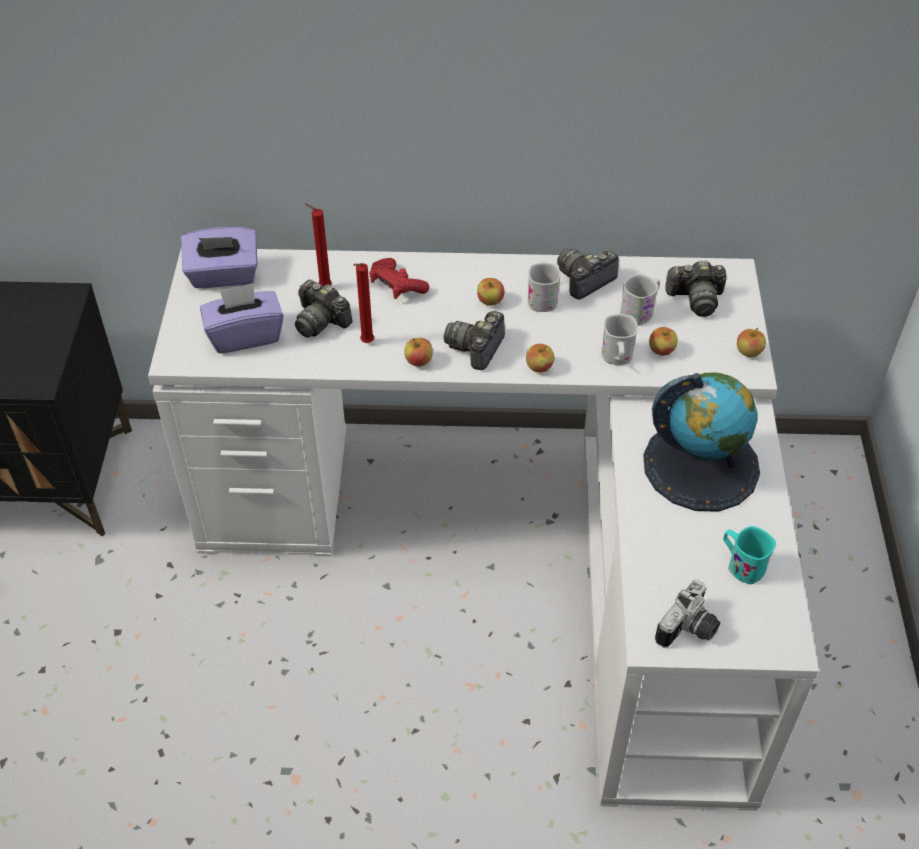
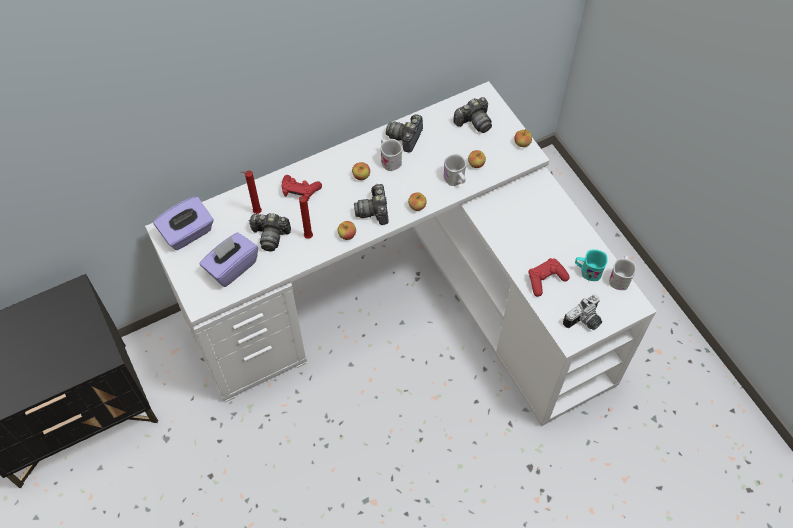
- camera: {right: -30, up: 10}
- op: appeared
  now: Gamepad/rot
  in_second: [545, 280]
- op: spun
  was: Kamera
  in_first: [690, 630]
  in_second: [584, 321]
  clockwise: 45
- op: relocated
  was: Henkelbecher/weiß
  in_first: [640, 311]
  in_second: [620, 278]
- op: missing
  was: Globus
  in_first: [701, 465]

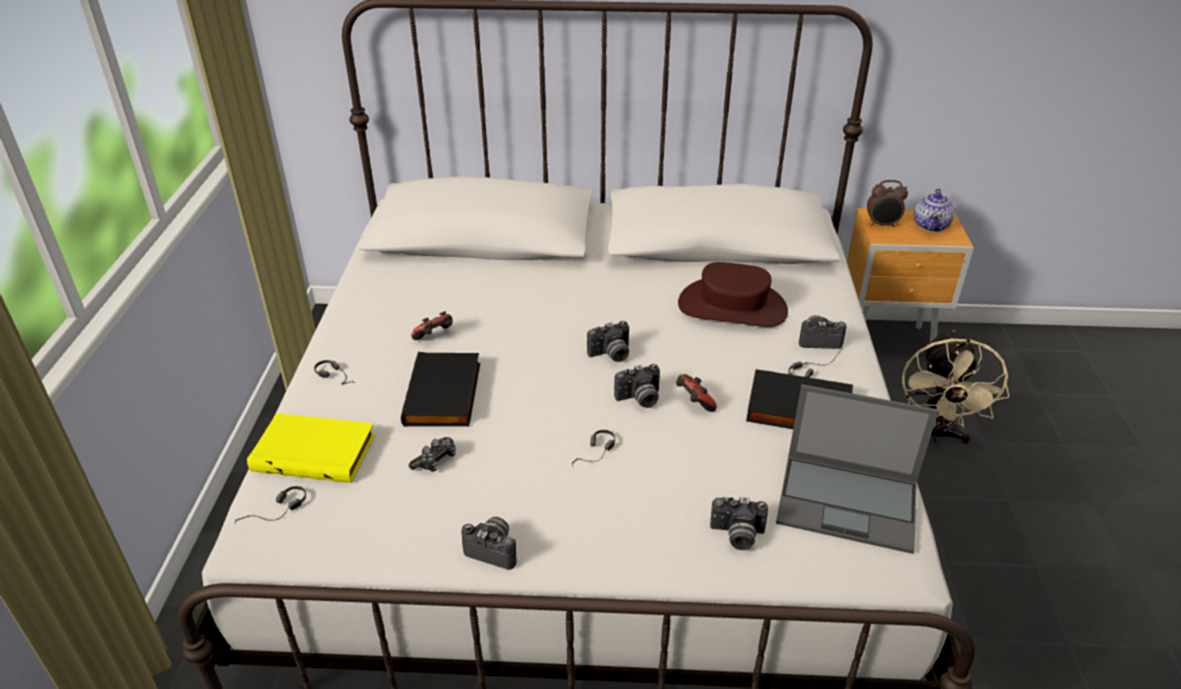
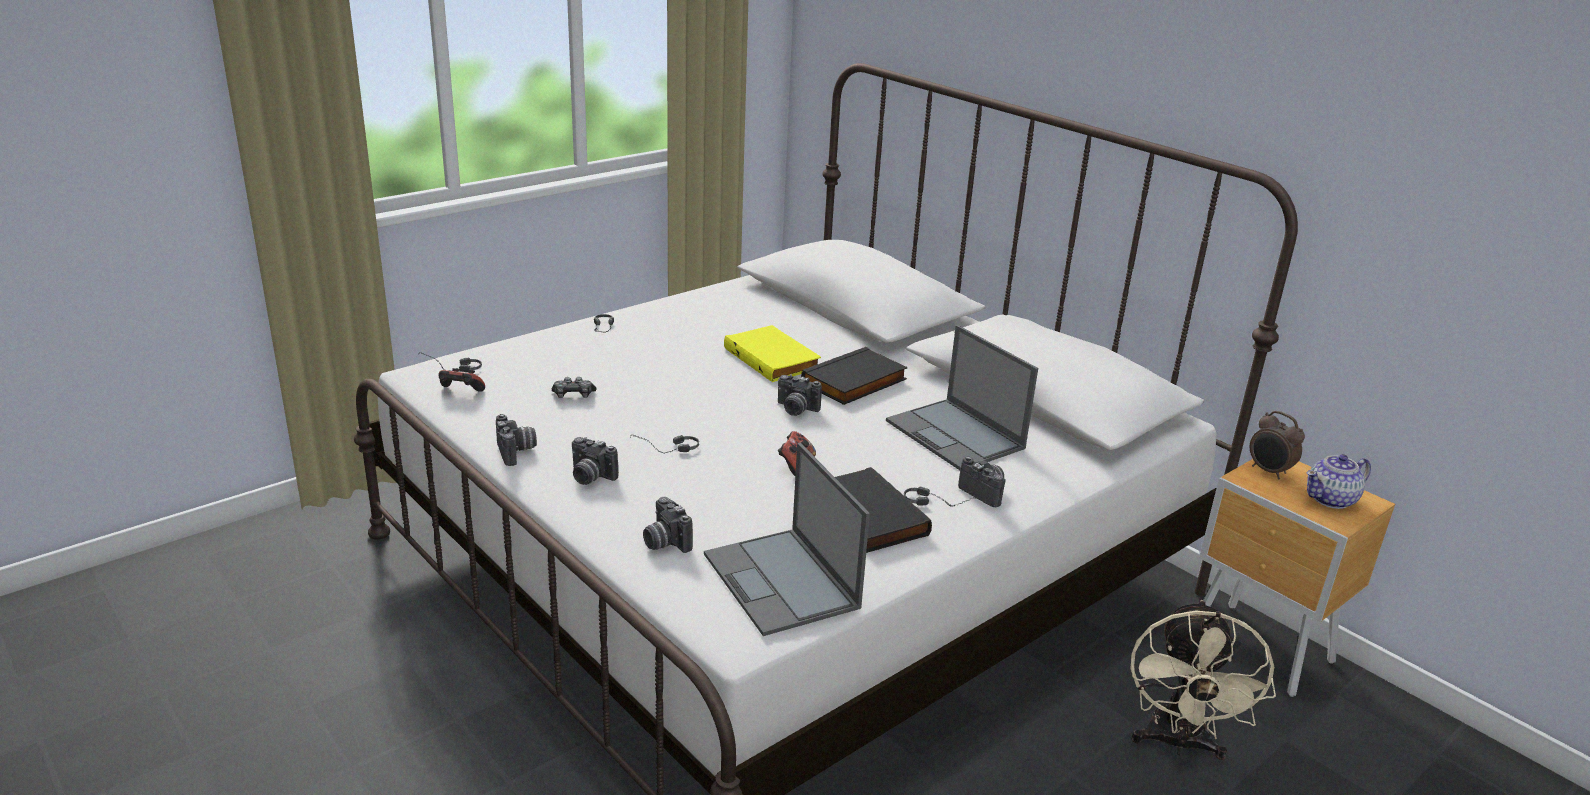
- camera: {right: 45, up: -10}
- op: relocated
  was: Gamepad
  in_first: [435, 337]
  in_second: [460, 393]
- op: relocated
  was: Kamera
  in_first: [639, 399]
  in_second: [589, 477]
- op: relocated
  was: Buch/gelb
  in_first: [316, 451]
  in_second: [773, 358]
- op: relocated
  was: Buch/schwarz
  in_first: [445, 394]
  in_second: [855, 382]
- op: exchanged
  was: Hut/braun
  now: Laptop
  in_first: [732, 307]
  in_second: [956, 435]
- op: spun
  was: Ventilator/beige
  in_first: [934, 434]
  in_second: [1177, 743]
  clockwise: -45

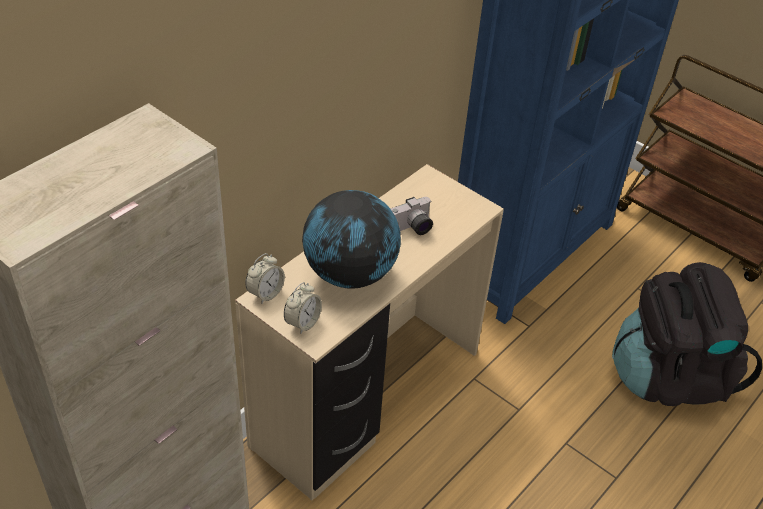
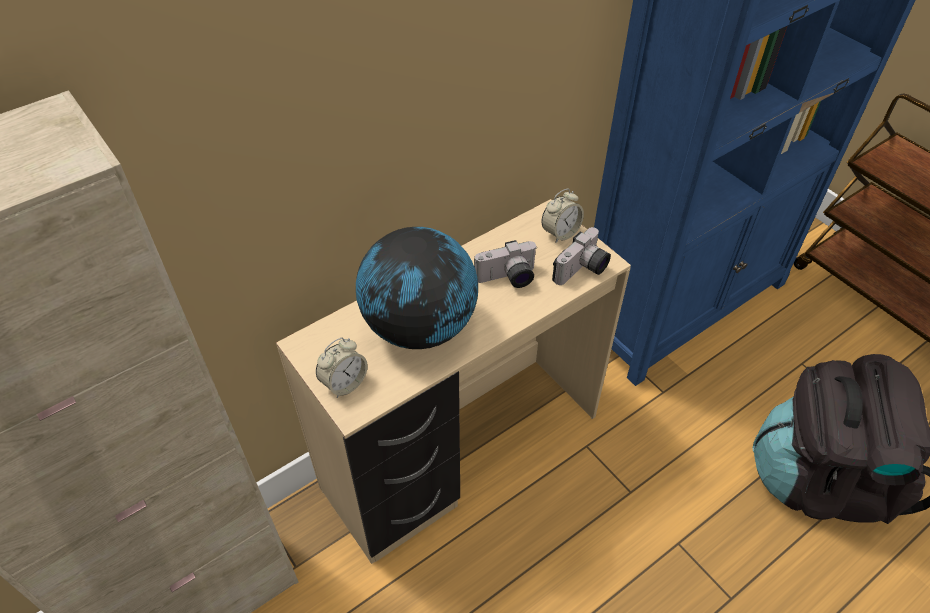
- camera: {right: 15, up: 5}
- op: relocated
  was: Wecker
  in_first: [265, 293]
  in_second: [560, 233]
- op: appeared
  now: Kamera
  in_second: [582, 271]

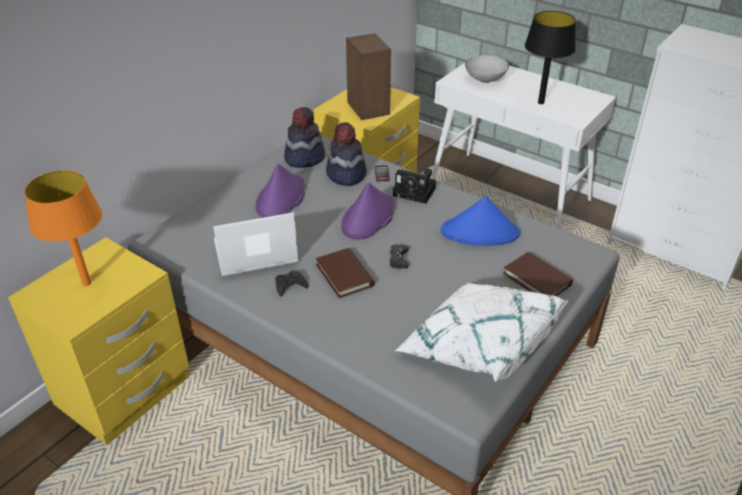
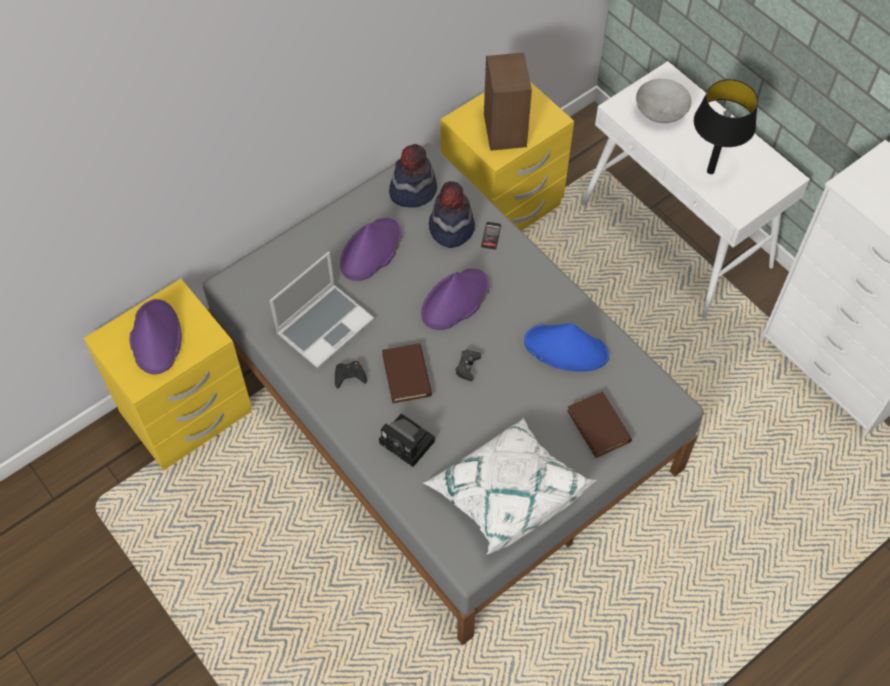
- camera: {right: 15, up: 20}
- op: exchanged
  was: Tischlampe/orange
  now: Hut/lila
  in_first: [86, 283]
  in_second: [155, 337]
- op: spun
  was: Laptop
  in_first: [254, 254]
  in_second: [325, 325]
  clockwise: 135
- op: relocated
  was: Kamera
  in_first: [416, 192]
  in_second: [409, 443]

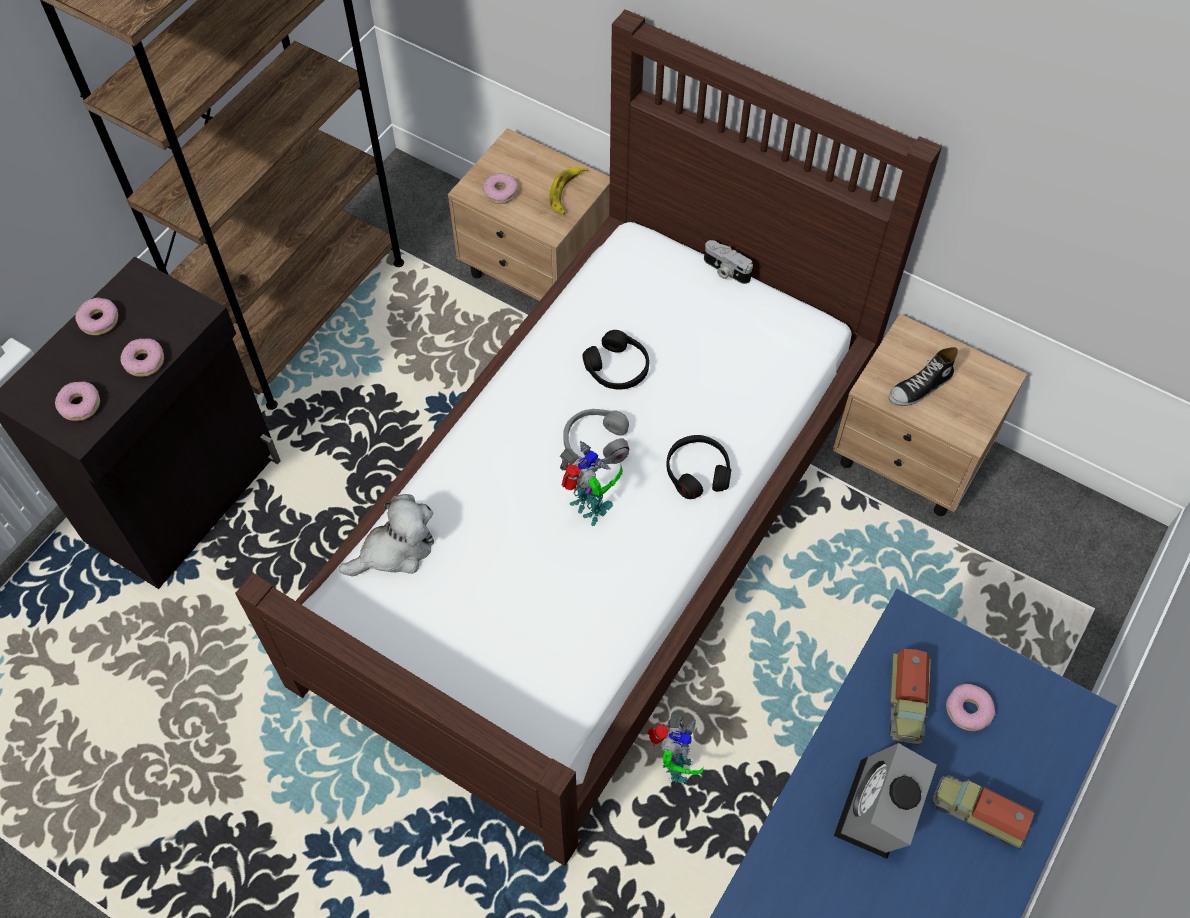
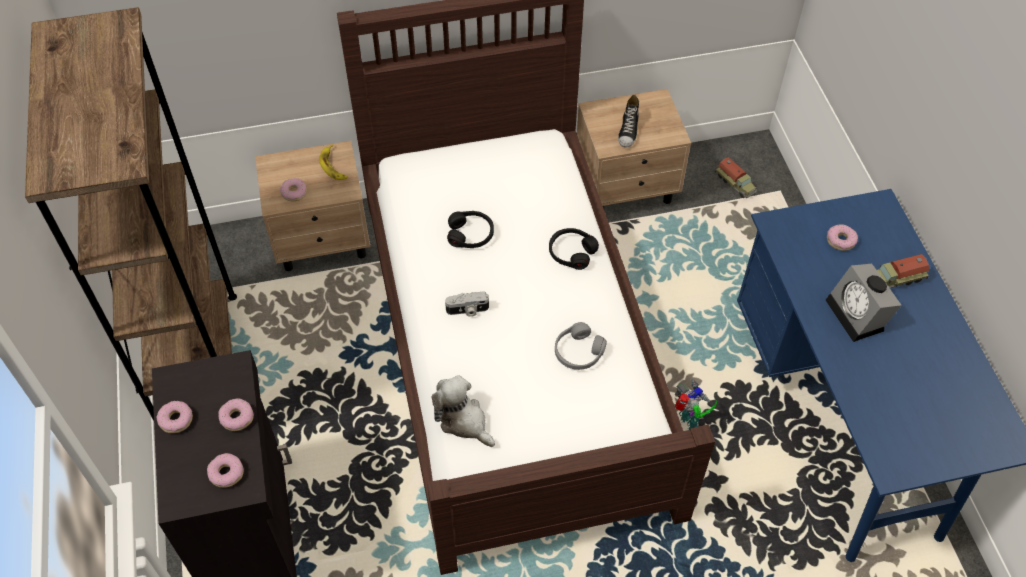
- camera: {right: -45, up: -5}
- op: spun
  was: Plüschtier
  in_first: [395, 550]
  in_second: [463, 420]
  clockwise: -60
- op: relocated
  was: Kamera
  in_first: [725, 271]
  in_second: [467, 310]
- op: relocated
  was: Kopfhörer/grau
  in_first: [596, 443]
  in_second: [578, 352]
- op: relocated
  was: Spielzeuglaster
  in_first: [906, 702]
  in_second: [735, 184]
- op: missing
  was: Spielzeugroboter
  in_first: [589, 510]

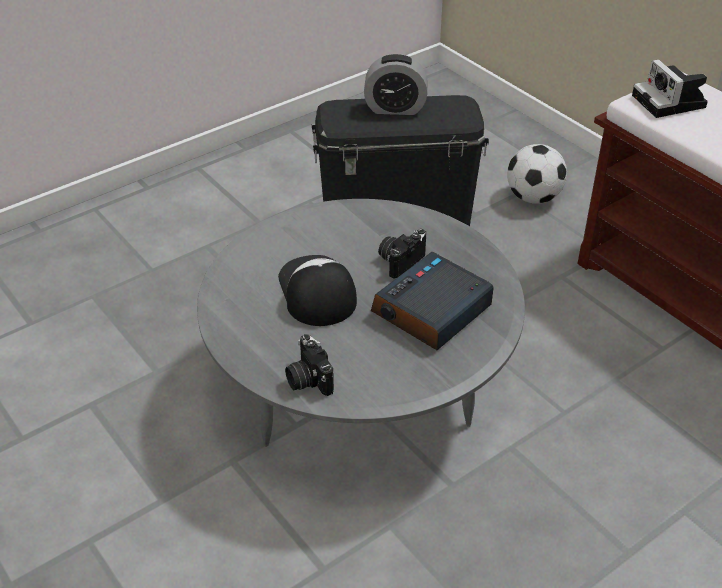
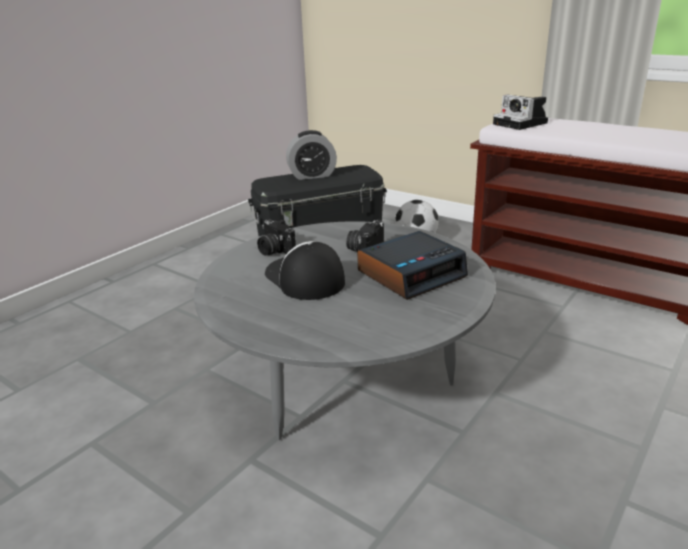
- camera: {right: -15, up: -15}
- op: relocated
  was: Kamera
  in_first: [307, 379]
  in_second: [274, 250]
- op: spun
  was: Wecker
  in_first: [431, 311]
  in_second: [411, 274]
  clockwise: -150

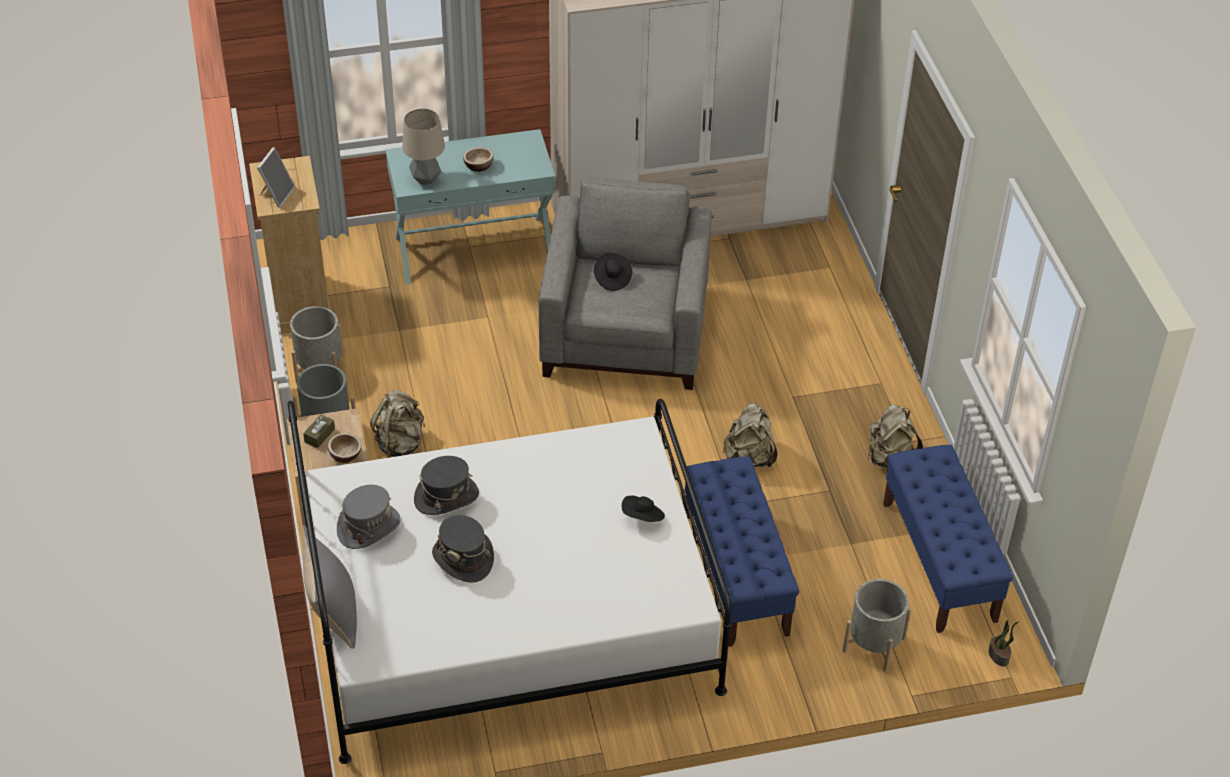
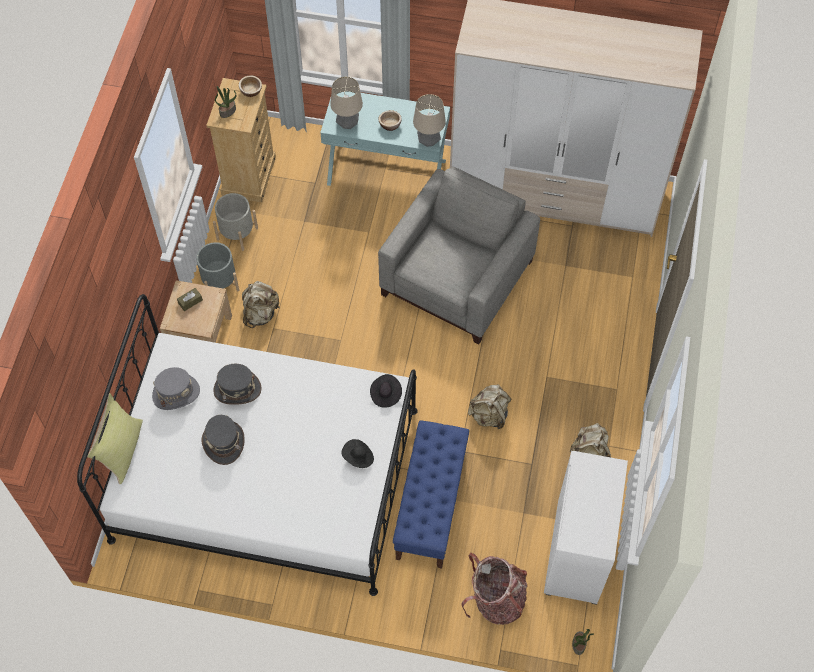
- camera: {right: 25, up: 15}
- op: colour
  was: Kissen/grau
  now: Kissen/gelb
  in_first: [333, 611]
  in_second: [122, 450]
- op: exchanged
  was: Bilderrahmen
  now: Topfpflanze
  in_first: [276, 195]
  in_second: [227, 111]
- op: relocated
  was: Schüssel
  in_first: [345, 455]
  in_second: [251, 91]
- op: relocated
  was: Hut/schwarz
  in_first: [612, 278]
  in_second: [385, 394]
- op: appeared
  now: Tischlampe
  in_second: [428, 141]
- op: exchanged
  was: Pflanzkübel/grau
  now: Rucksack
  in_first: [874, 644]
  in_second: [496, 599]
- op: exchanged
  was: Bank/blau
  now: Schrank/weiß
  in_first: [939, 562]
  in_second: [578, 552]

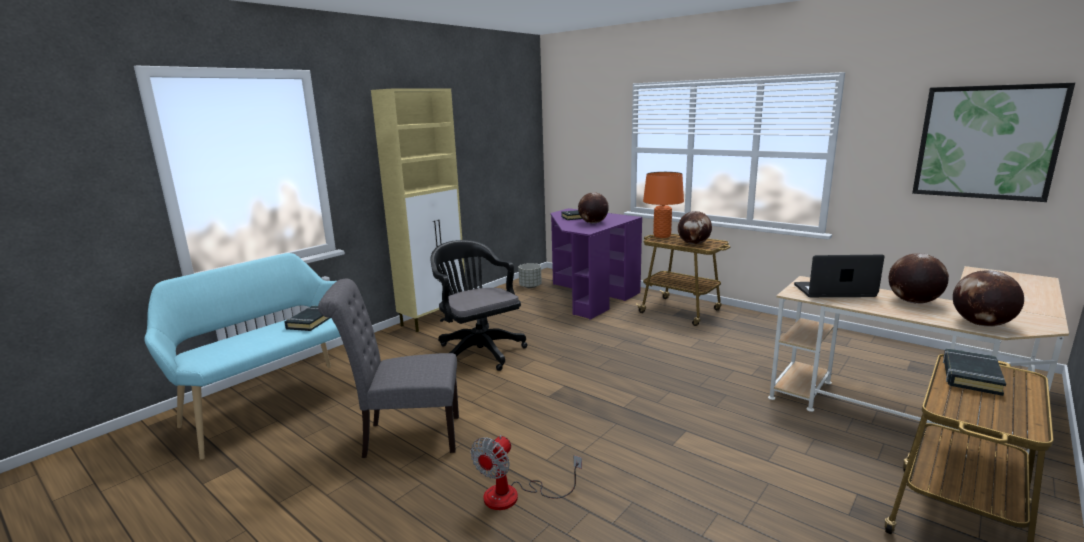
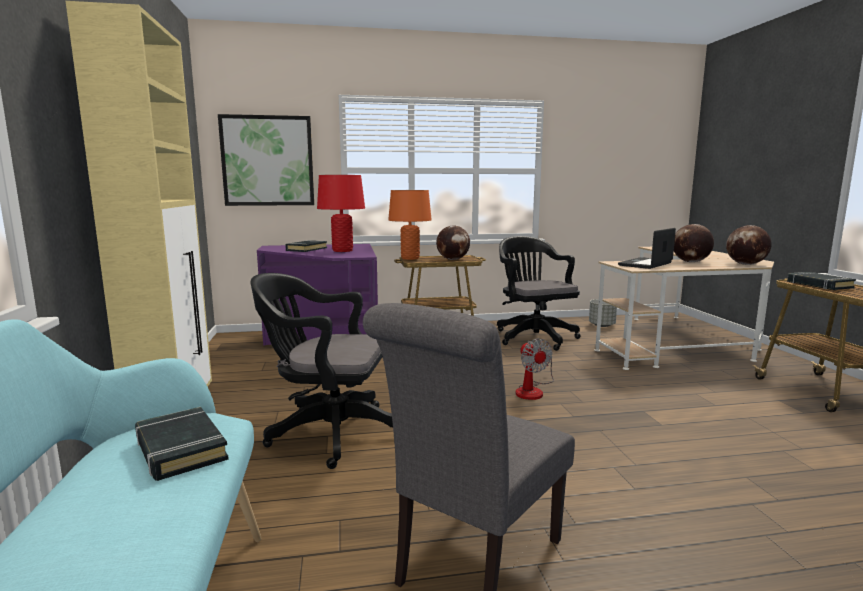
- camera: {right: -50, up: -5}
- op: relocated
  was: Bild
  in_first: [986, 142]
  in_second: [267, 161]
- op: exchanged
  was: Globus
  now: Tischlampe/rot
  in_first: [593, 223]
  in_second: [342, 251]
- op: appeared
  now: Bürostuhl/schwarz
  in_second: [533, 337]
- op: relocated
  was: Ventilator
  in_first: [514, 496]
  in_second: [533, 390]
- op: relocated
  was: Pflanzkübel/grau
  in_first: [530, 286]
  in_second: [602, 325]

